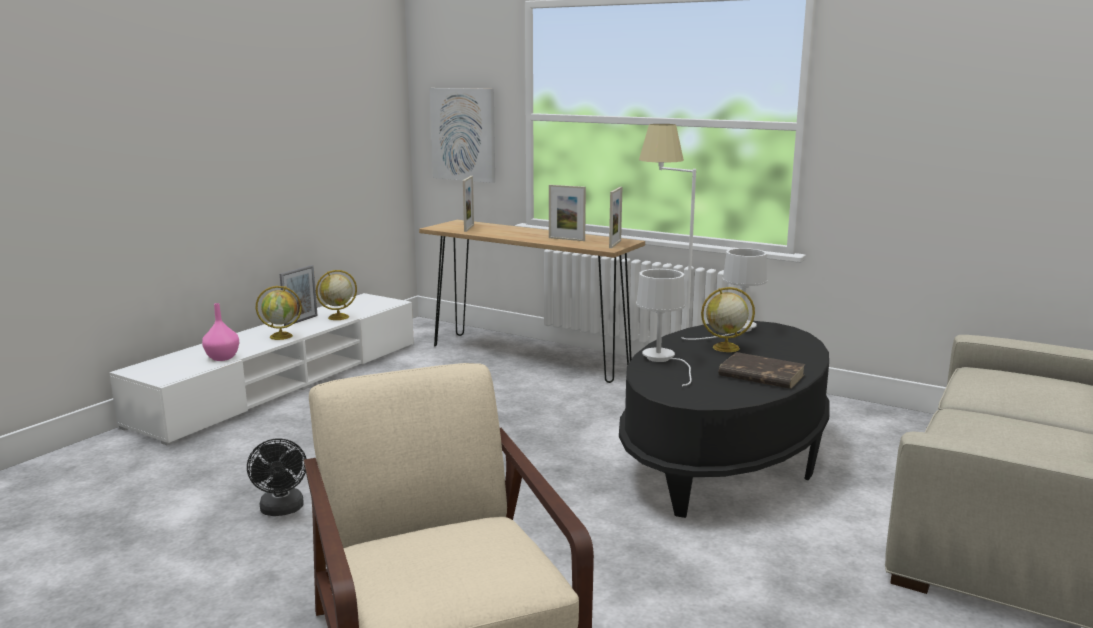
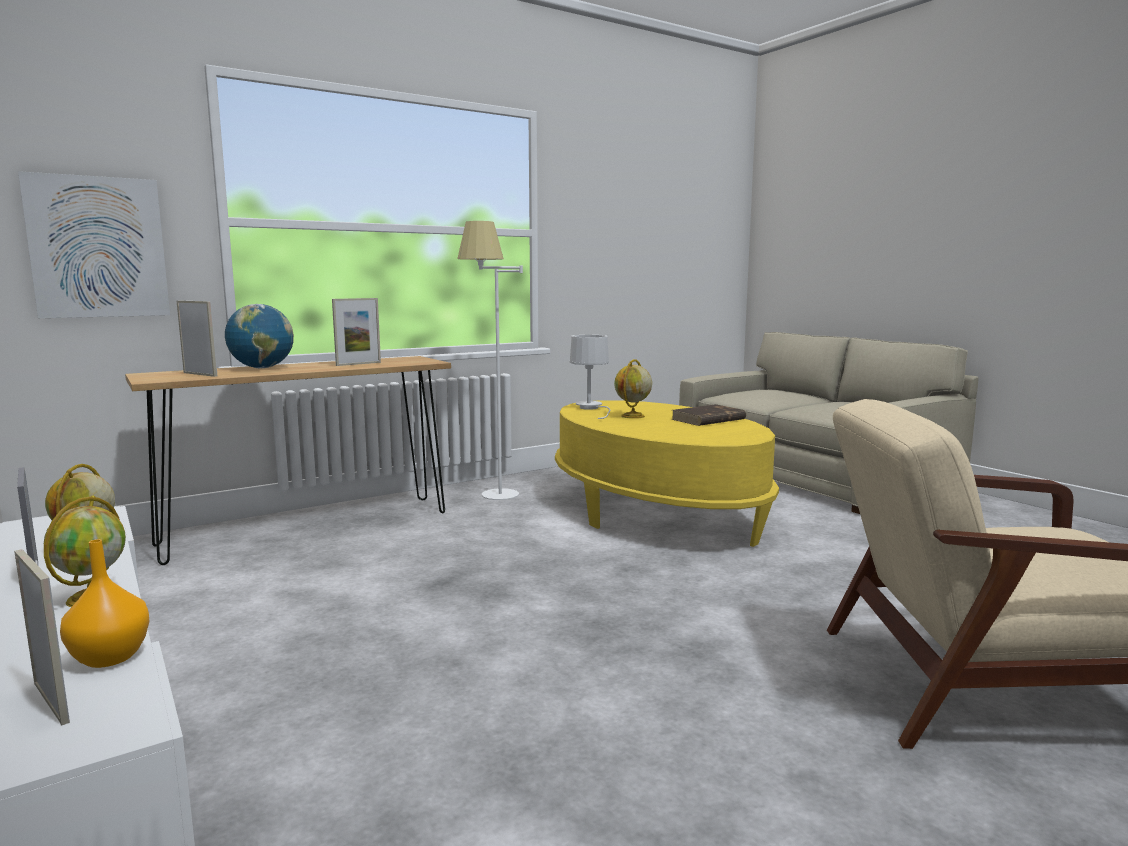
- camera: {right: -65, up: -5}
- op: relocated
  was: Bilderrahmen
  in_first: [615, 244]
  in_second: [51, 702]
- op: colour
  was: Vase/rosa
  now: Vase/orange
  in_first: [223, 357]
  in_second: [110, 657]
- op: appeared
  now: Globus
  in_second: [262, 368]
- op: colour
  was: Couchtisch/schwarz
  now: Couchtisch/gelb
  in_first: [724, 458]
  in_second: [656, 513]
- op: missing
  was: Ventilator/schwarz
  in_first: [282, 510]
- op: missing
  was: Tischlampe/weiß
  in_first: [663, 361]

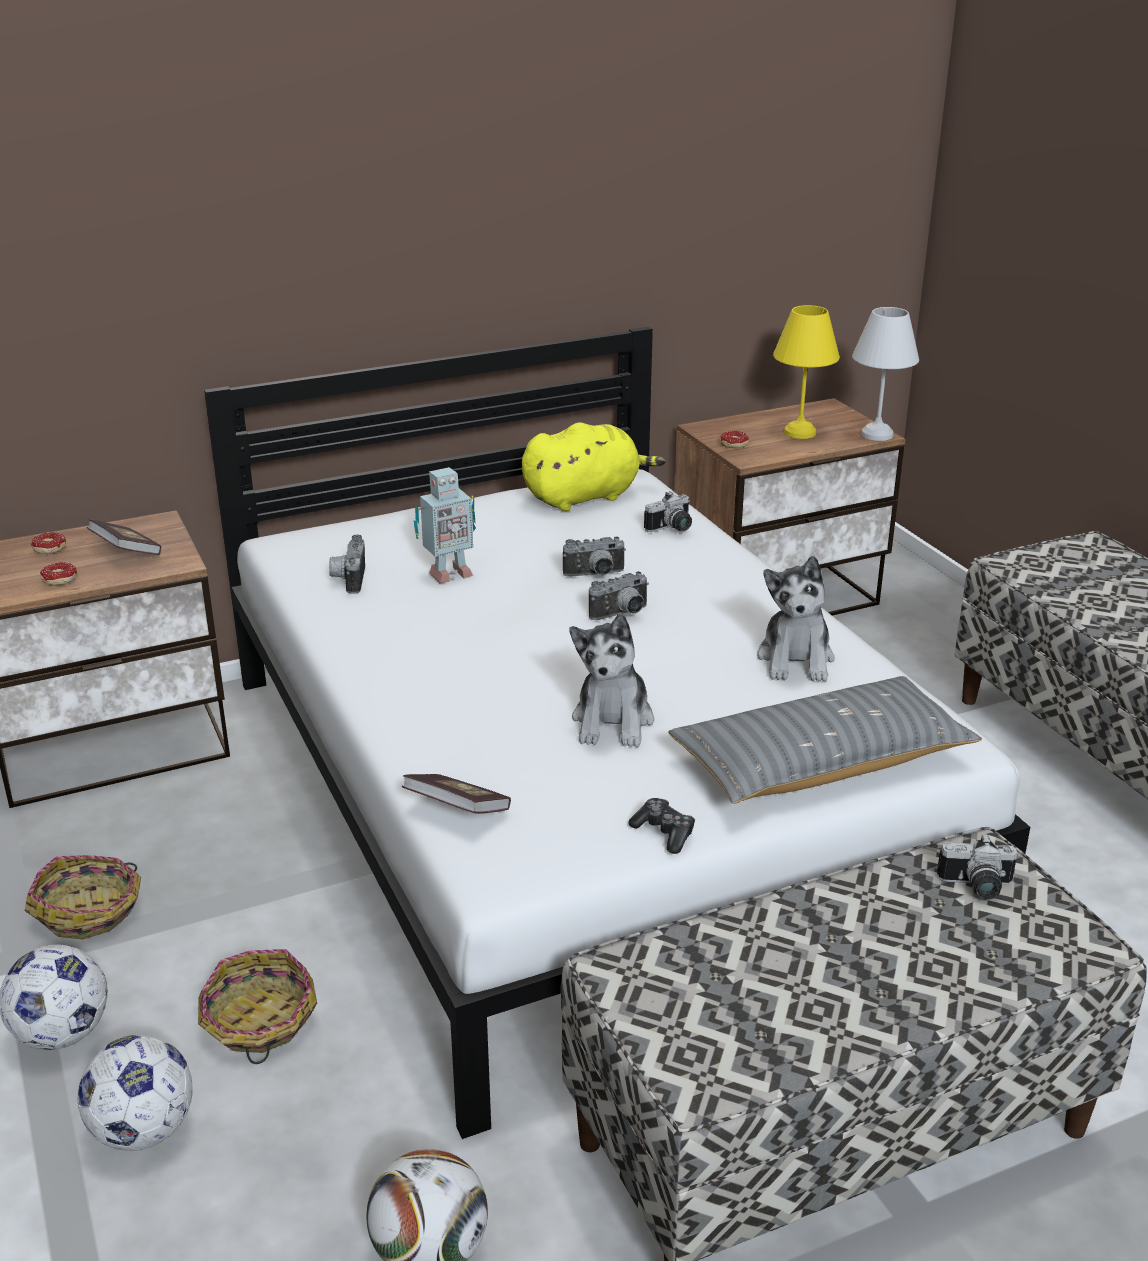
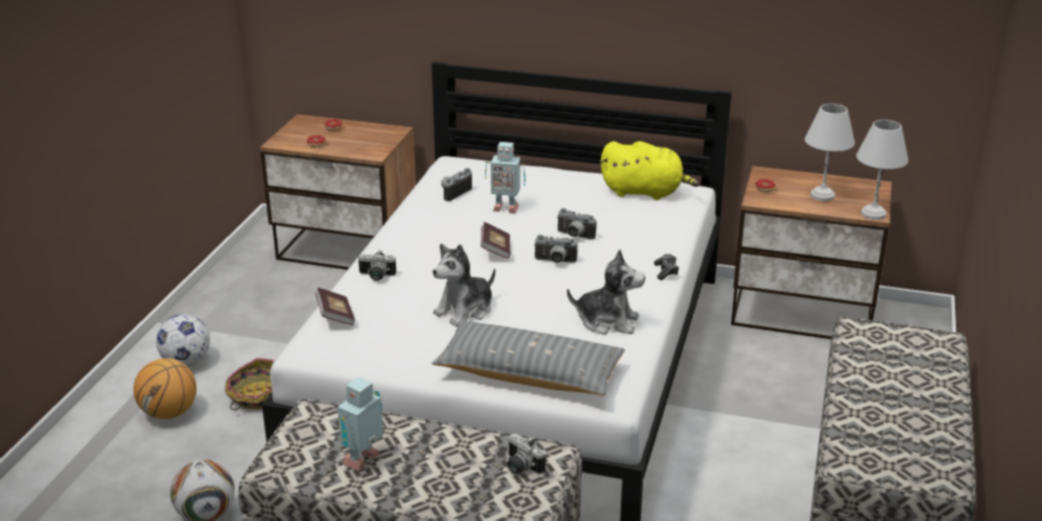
- camera: {right: 40, up: 0}
- op: exchanged
  was: Fußball
  now: Basketball
  in_first: [144, 1130]
  in_second: [169, 413]
- op: appeared
  now: Spielzeugroboter
  in_second: [364, 460]
- op: relocated
  was: Kamera
  in_first: [672, 528]
  in_second: [376, 276]
- op: relocated
  was: Buch
  in_first: [126, 552]
  in_second: [495, 250]
- op: spun
  was: Plüschtier
  in_first: [796, 659]
  in_second: [607, 321]
  clockwise: -120
- op: relocated
  was: Gamepad
  in_first: [664, 833]
  in_second: [666, 271]
- op: colour
  was: Tischlampe/gelb
  now: Tischlampe/weiß
  in_first: [800, 433]
  in_second: [821, 196]
- op: missing
  was: Korb
  in_first: [90, 910]

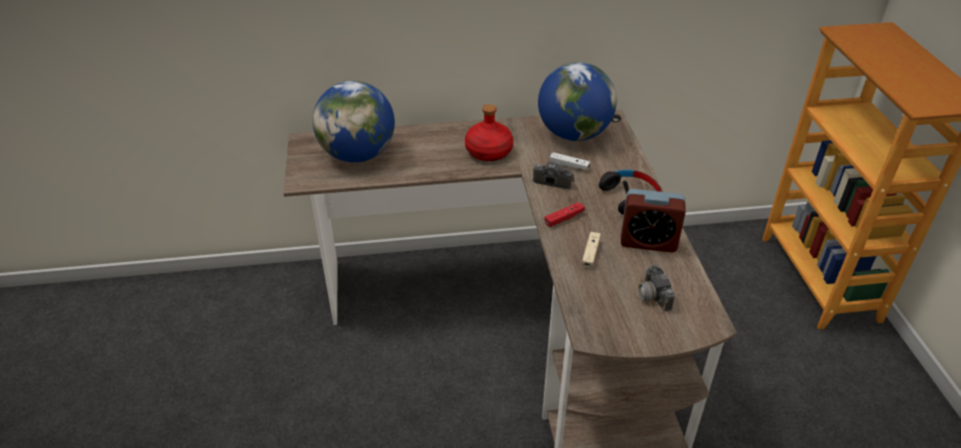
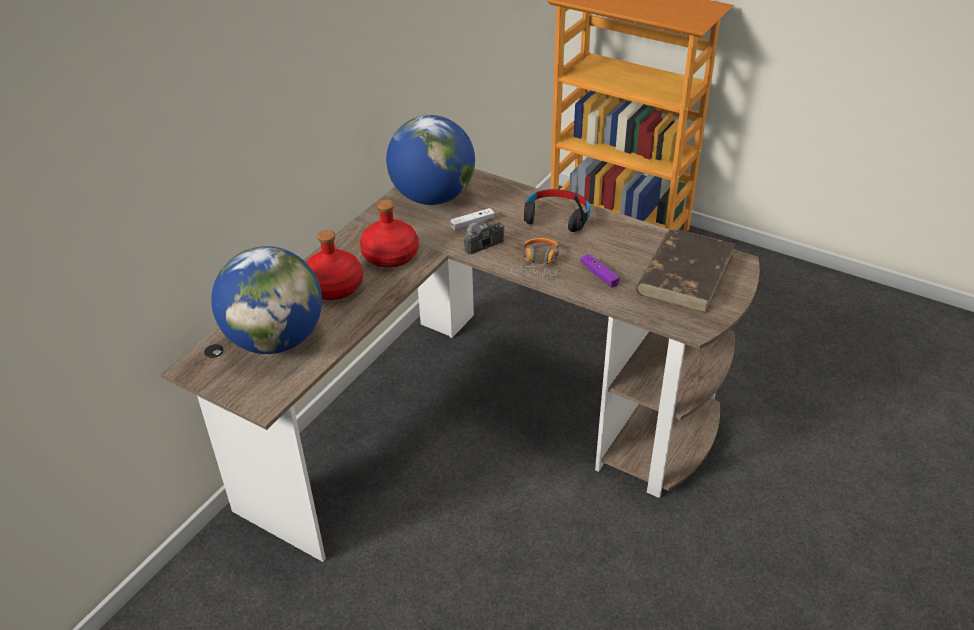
- camera: {right: -50, up: 0}
- op: appeared
  now: Flasche/rot
  in_second: [334, 287]
- op: exchanged
  was: Gamepad/rot
  now: Kopfhörer
  in_first: [564, 218]
  in_second: [539, 264]
- op: colour
  was: Gamepad/beige
  now: Gamepad/lila
  in_first: [590, 253]
  in_second: [599, 275]
- op: exchanged
  was: Kamera
  now: Buch/braun
  in_first: [653, 299]
  in_second: [685, 274]
- op: missing
  was: Wecker
  in_first: [648, 242]

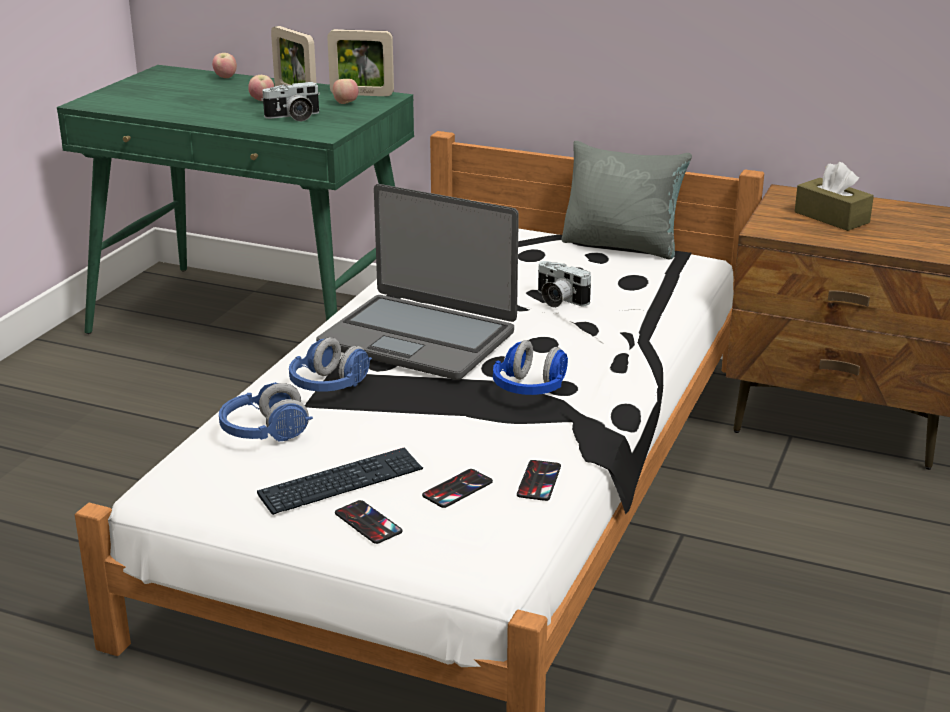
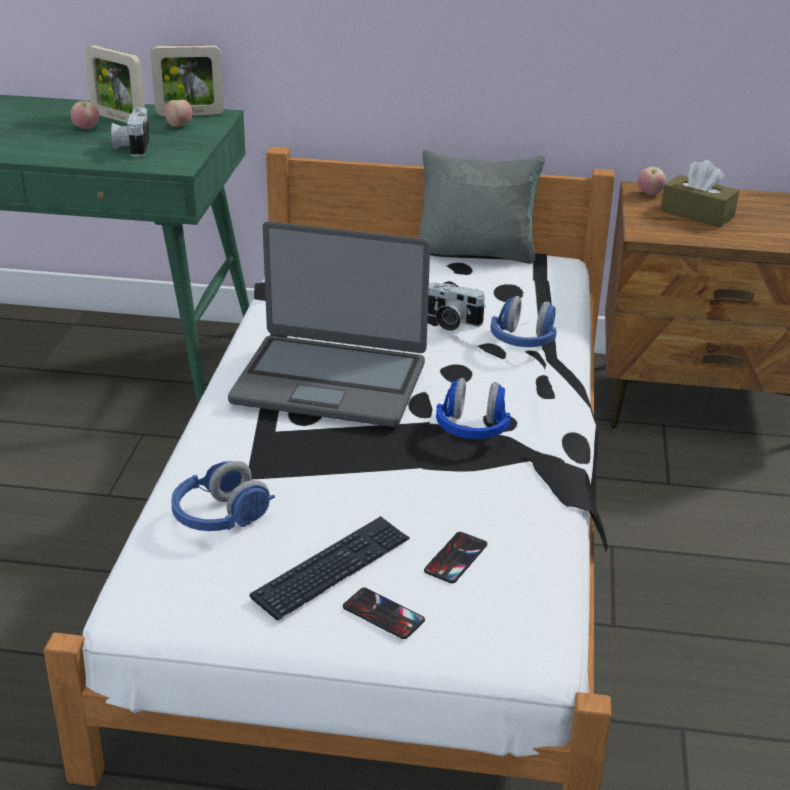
- camera: {right: -15, up: 5}
- op: spun
  was: Kamera
  in_first: [293, 117]
  in_second: [132, 146]
  clockwise: 120
- op: relocated
  was: Kopfhörer/blau
  in_first: [329, 386]
  in_second: [524, 341]
- op: relocated
  was: Apfel
  in_first: [225, 77]
  in_second: [649, 194]
- op: missing
  was: Handy
  in_first: [539, 481]

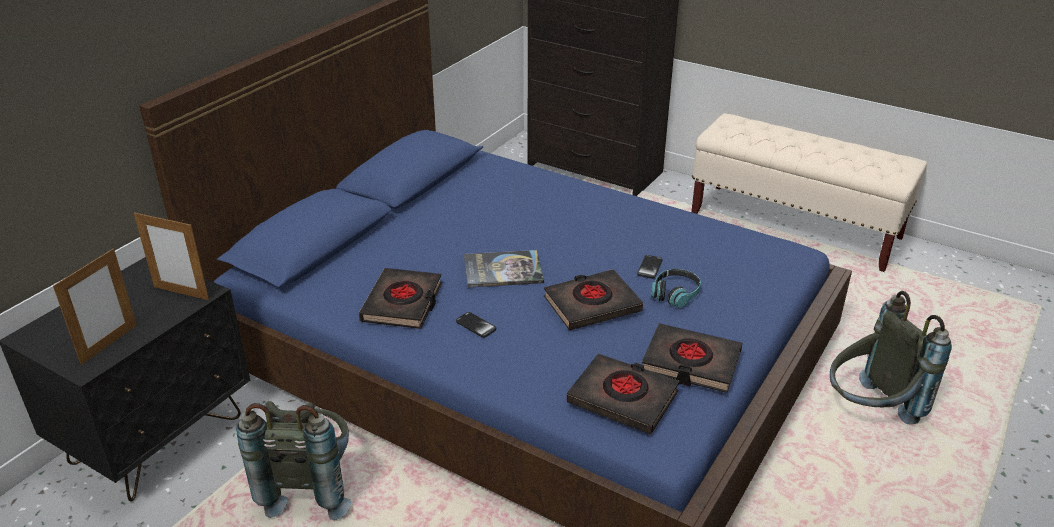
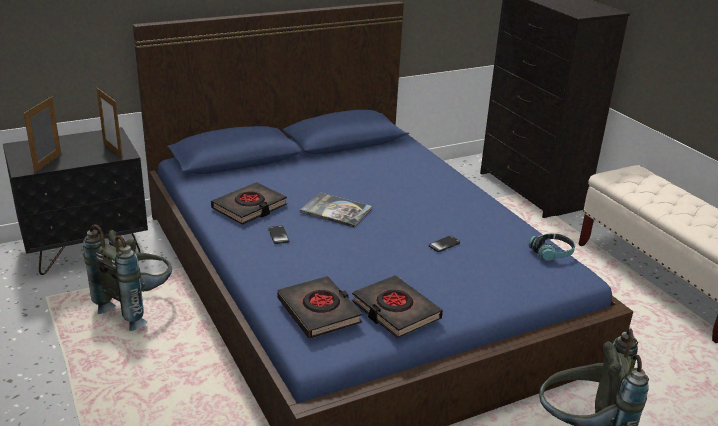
- camera: {right: 30, up: -5}
- op: spun
  was: Bilderrahmen
  in_first: [109, 344]
  in_second: [48, 163]
  clockwise: 135
- op: relocated
  was: Kopfhörer
  in_first: [675, 294]
  in_second: [551, 253]
- op: missing
  was: Buch/schwarz
  in_first: [592, 305]

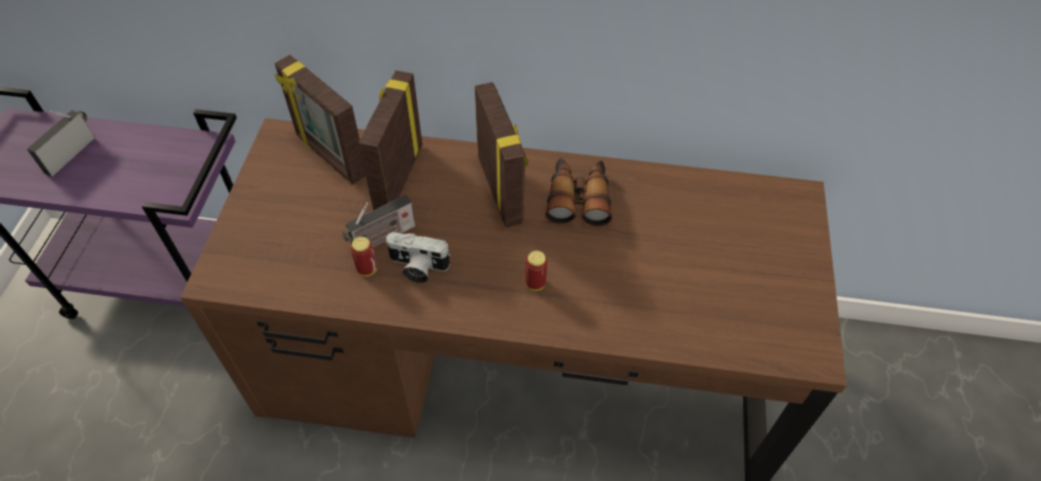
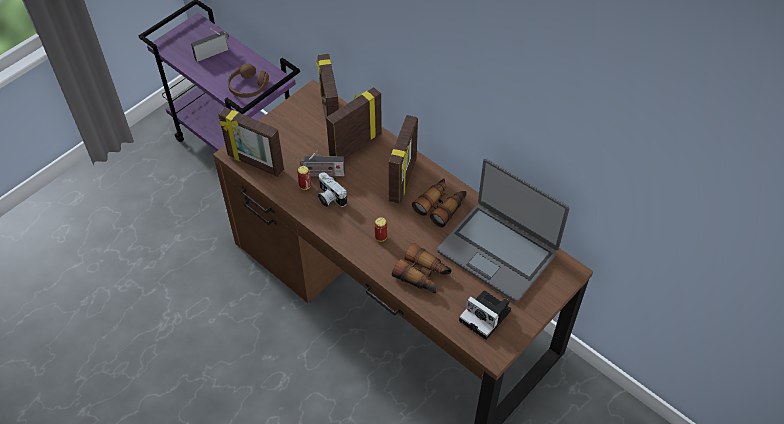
- camera: {right: 35, up: 0}
- op: appeared
  now: Bilderrahmen
  in_second: [255, 163]
- op: appeared
  now: Kopfhörer/braun
  in_second: [248, 87]
- op: appeared
  now: Fernglas
  in_second: [423, 275]
- op: appeared
  now: Laptop
  in_second: [497, 251]
- op: appeared
  now: Kamera
  in_second: [487, 316]

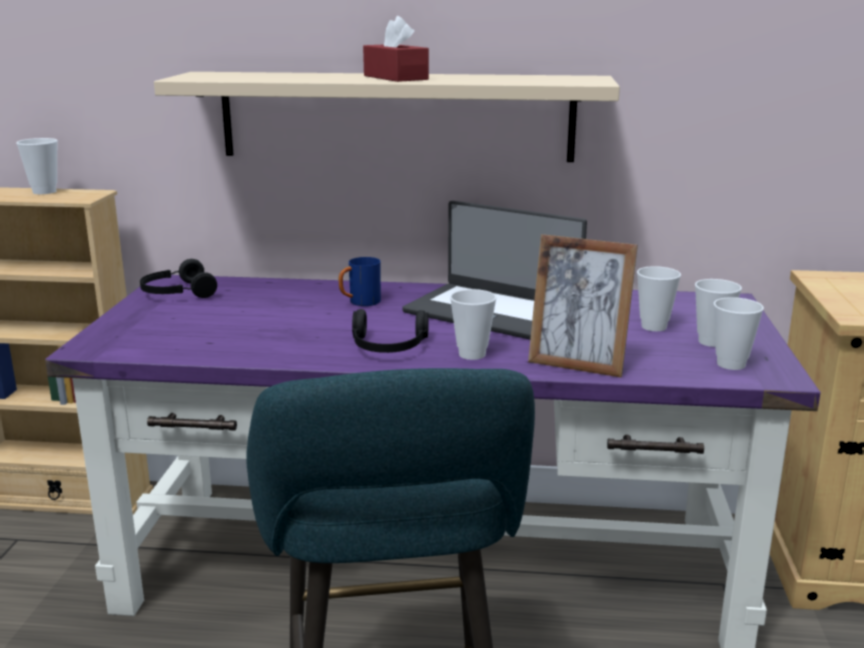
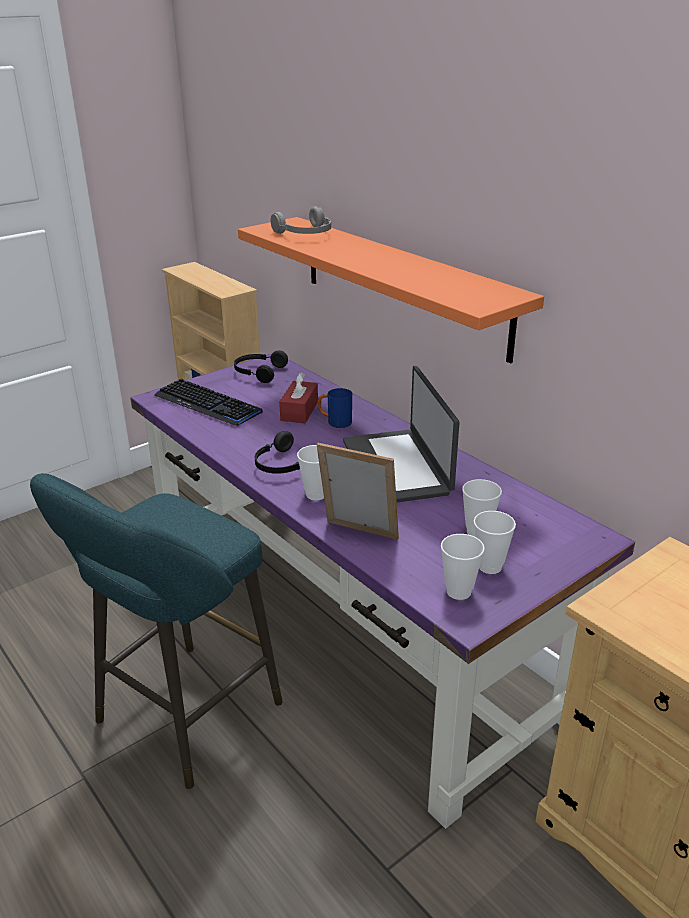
- camera: {right: 45, up: 10}
- op: appeared
  now: Tastatur
  in_second: [208, 404]
- op: colour
  was: Wandregal/beige
  now: Wandregal/orange
  in_first: [396, 116]
  in_second: [401, 284]
- op: appeared
  now: Kopfhörer/grau
  in_second: [306, 234]
- op: relocated
  was: Taschentuchbox/rot
  in_first: [395, 77]
  in_second: [299, 411]
- op: spun
  was: Bilderrahmen
  in_first: [577, 365]
  in_second: [358, 535]
  clockwise: 135
- op: missing
  was: Tasse
  in_first: [44, 192]

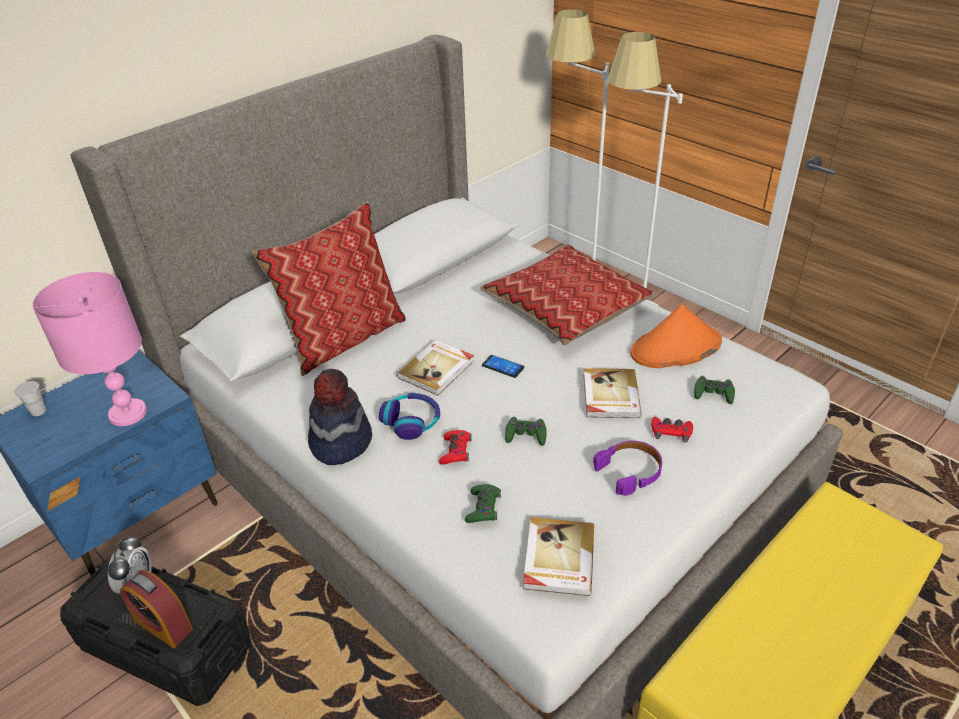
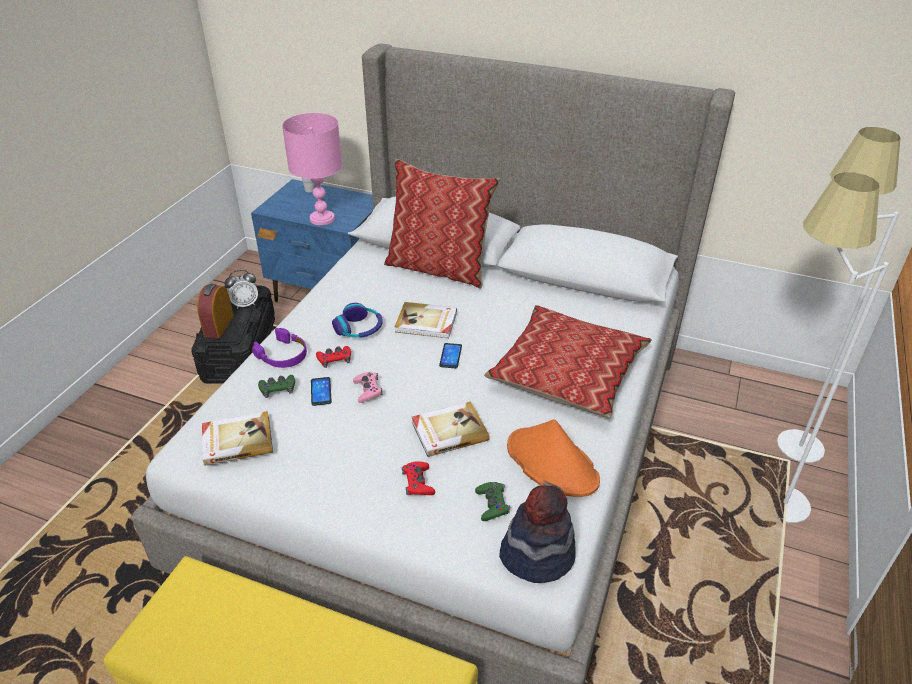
- camera: {right: 65, up: 0}
- op: relocated
  was: Kopfhörer/lila
  in_first: [630, 471]
  in_second: [283, 355]
- op: appeared
  now: Handy
  in_second: [321, 391]
- op: colour
  was: Gamepad/grün
  now: Gamepad/rosa
  in_first: [526, 435]
  in_second: [368, 390]
- op: relocated
  was: Hut
  in_first: [340, 441]
  in_second: [537, 555]

